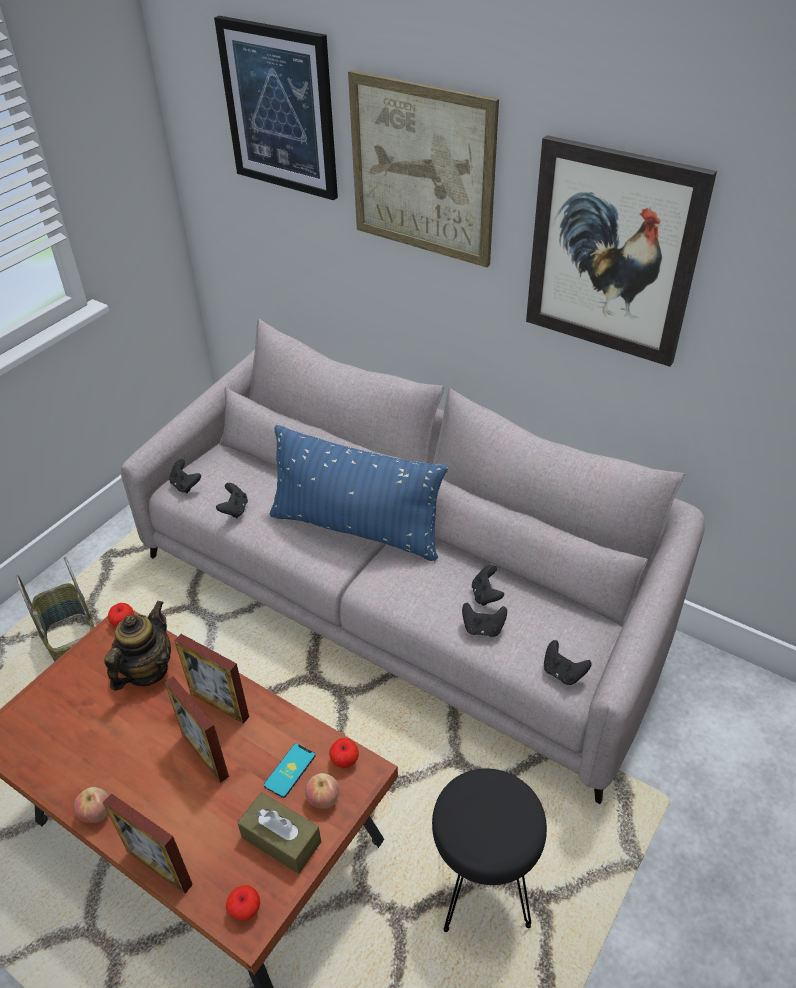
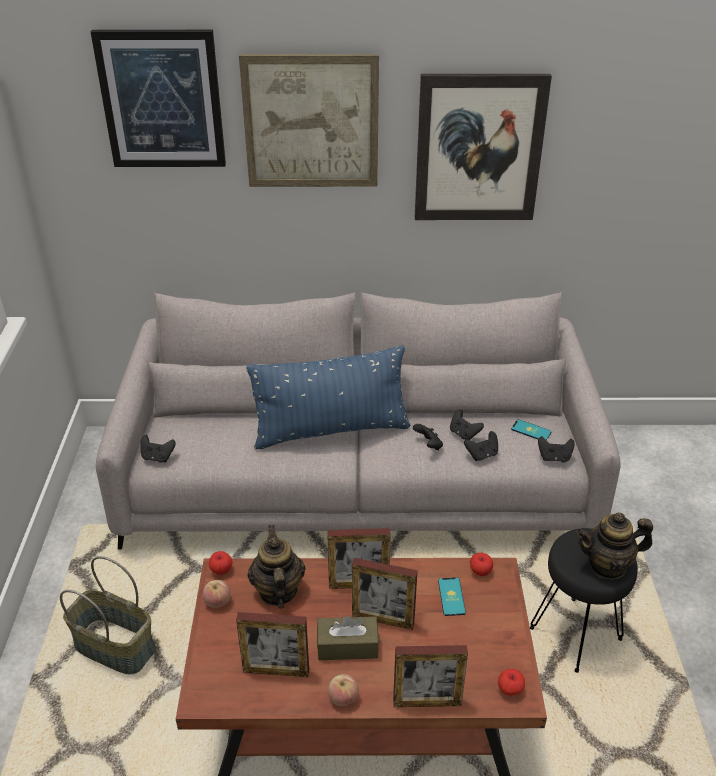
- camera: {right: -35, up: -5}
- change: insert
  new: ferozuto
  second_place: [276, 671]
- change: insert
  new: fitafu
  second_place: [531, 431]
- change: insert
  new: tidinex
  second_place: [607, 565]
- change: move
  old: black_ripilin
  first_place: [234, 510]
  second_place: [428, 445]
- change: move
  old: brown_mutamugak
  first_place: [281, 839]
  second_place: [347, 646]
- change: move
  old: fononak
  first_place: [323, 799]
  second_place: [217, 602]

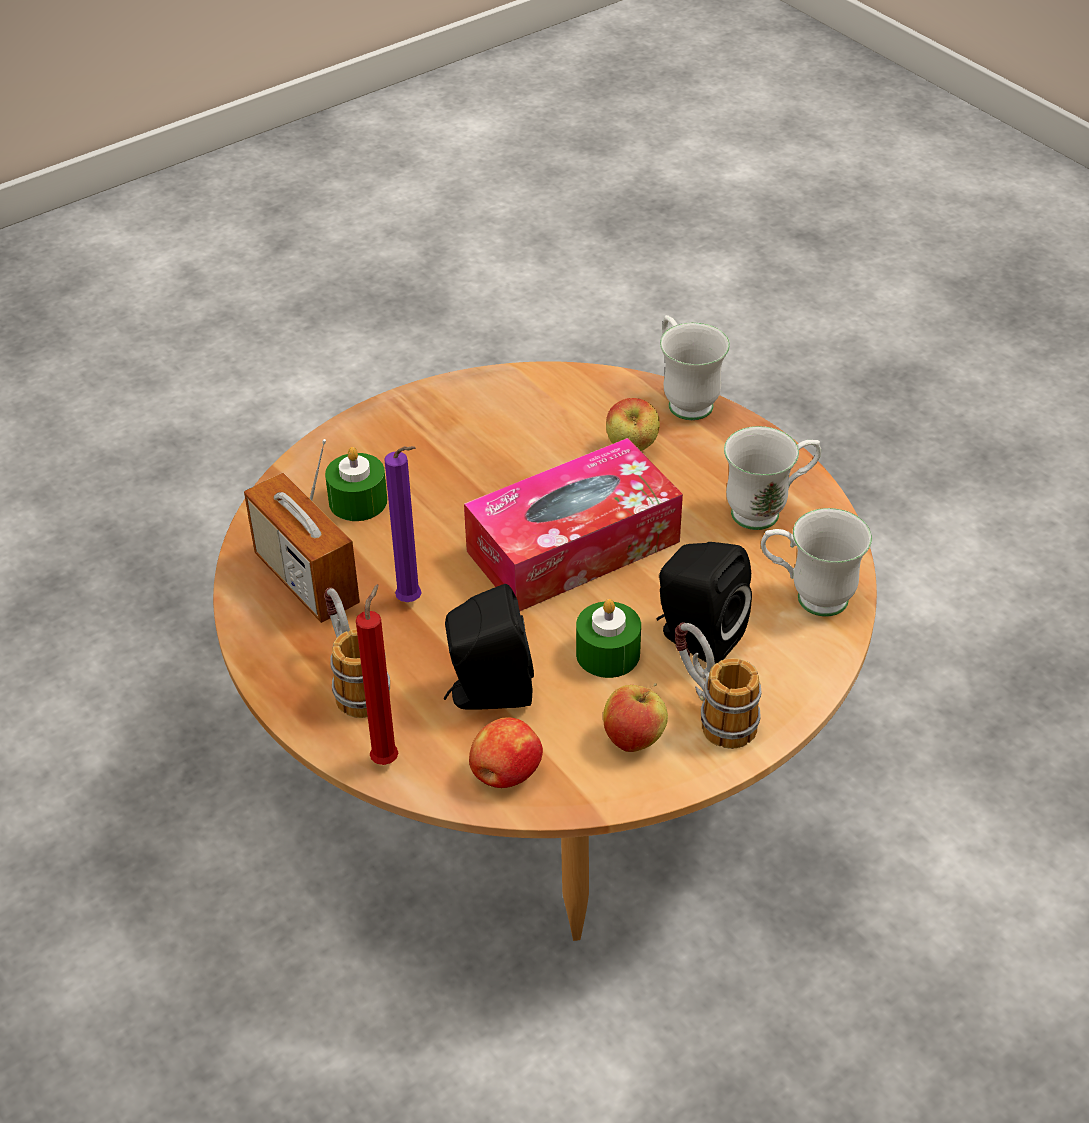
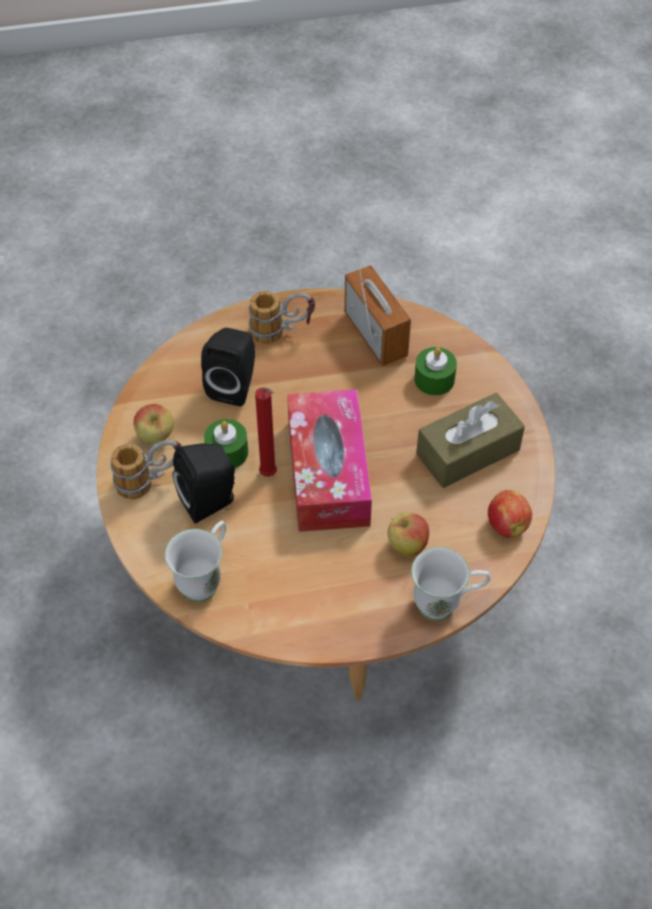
- camera: {right: 115, up: 10}
- change: delete
  old: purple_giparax
  first_place: [412, 602]
- change: delete
  old: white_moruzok
  first_place: [767, 511]
- change: insert
  new: brown_mutamugak
  second_place: [468, 452]
- change: move
  old: red_giparax
  first_place: [387, 758]
  second_place: [270, 475]
- change: move
  old: fononak
  first_place: [505, 774]
  second_place: [506, 524]
- change: rotate
  old: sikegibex
  first_place: [306, 580]
  second_place: [375, 335]
  degrees: 75

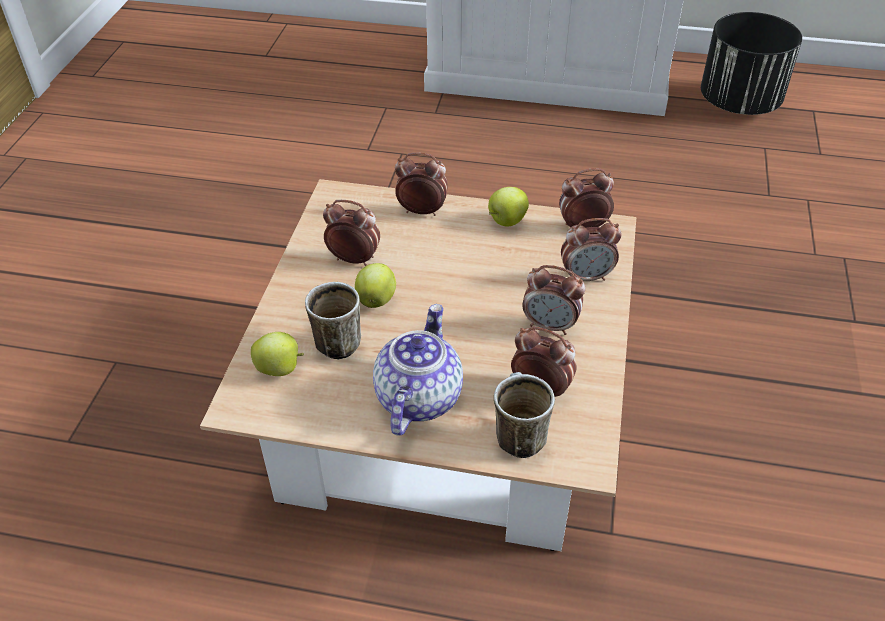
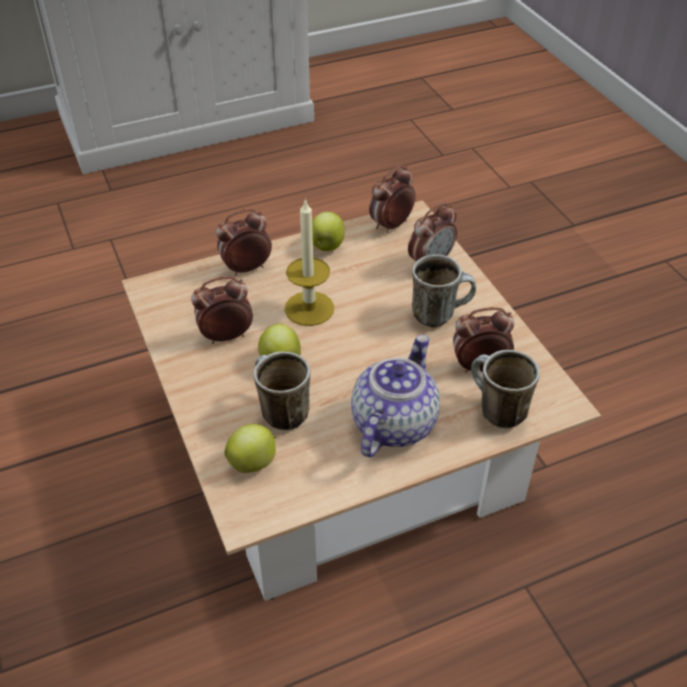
- camera: {right: -35, up: 0}
- change: delete
  old: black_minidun
  first_place: [739, 103]
- change: insert
  new: giparax
  second_place: [309, 308]
- change: replace
  old: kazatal
  new: moruzok
  first_place: [550, 325]
  second_place: [439, 314]
- change: rotate
  old: tidinex
  first_place: [417, 397]
  second_place: [393, 423]
  degrees: 45

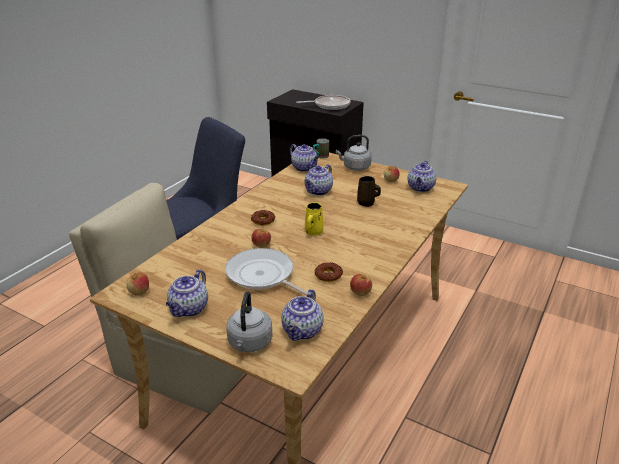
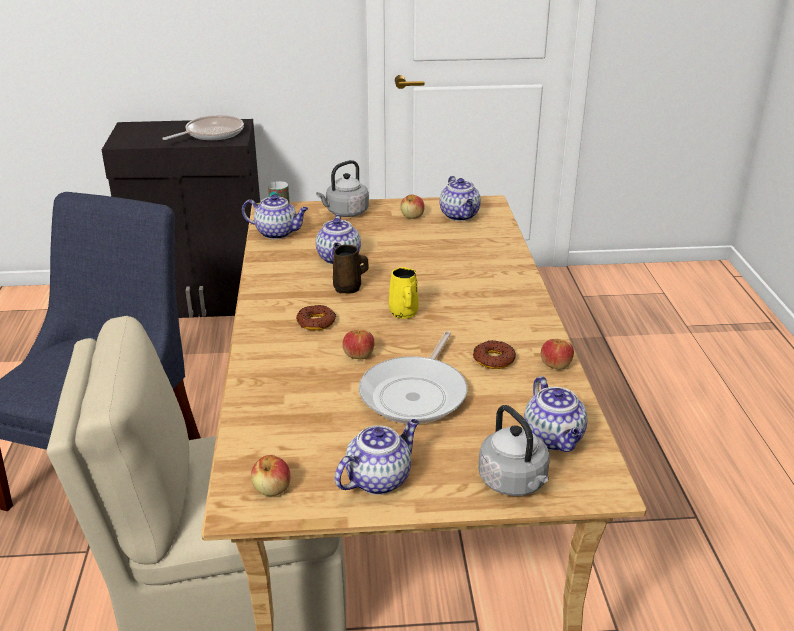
- camera: {right: -35, up: 0}
- change: move
  old: brown_moruzok
  first_place: [367, 203]
  second_place: [349, 288]
- change: rotate
  old: tidinex
  first_place: [189, 309]
  second_place: [379, 479]
  degrees: -120
- change: rotate
  old: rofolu
  first_place: [263, 276]
  second_place: [416, 394]
  degrees: -75

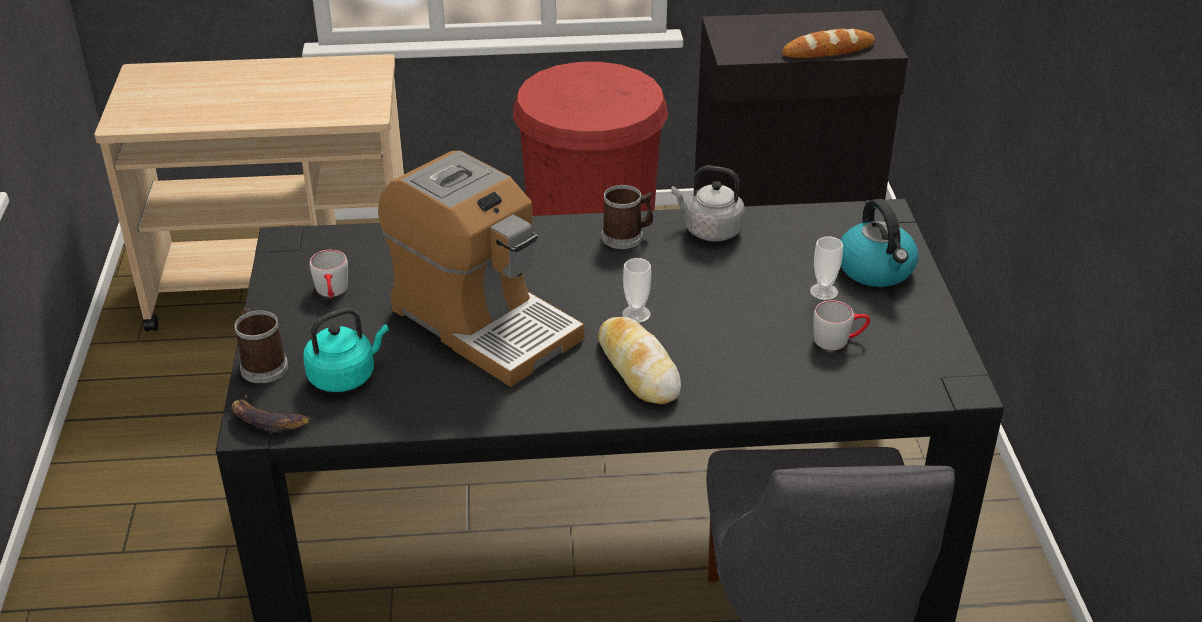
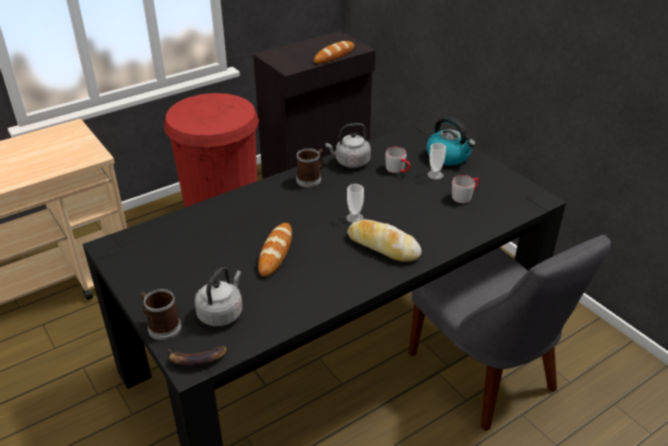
- camera: {right: -30, up: 0}
- change: move
  old: grey_moruzok
  first_place: [332, 292]
  second_place: [398, 170]
- change: replace
  old: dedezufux
  new: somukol
  first_place: [483, 323]
  second_place: [275, 252]
- change: recolor
  old: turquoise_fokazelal
  new: grey_fokazelal
  first_place: [345, 376]
  second_place: [222, 313]

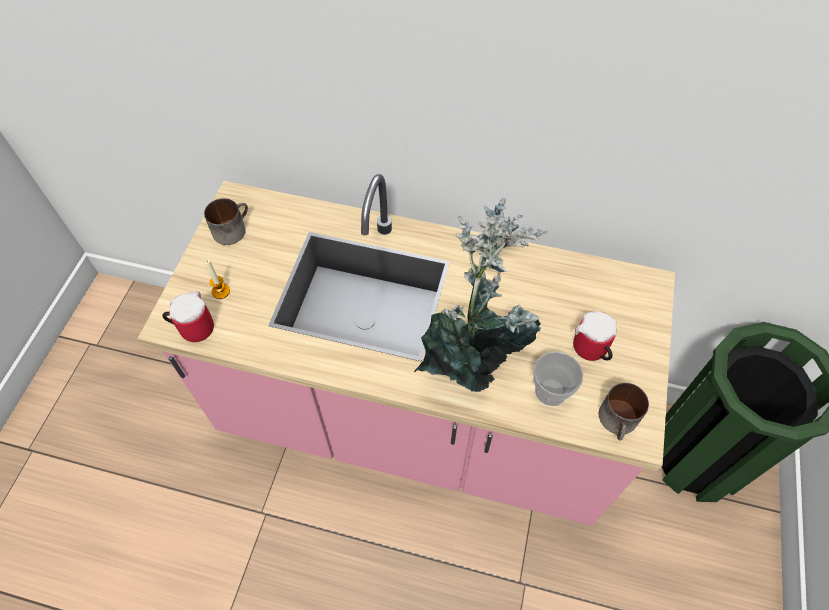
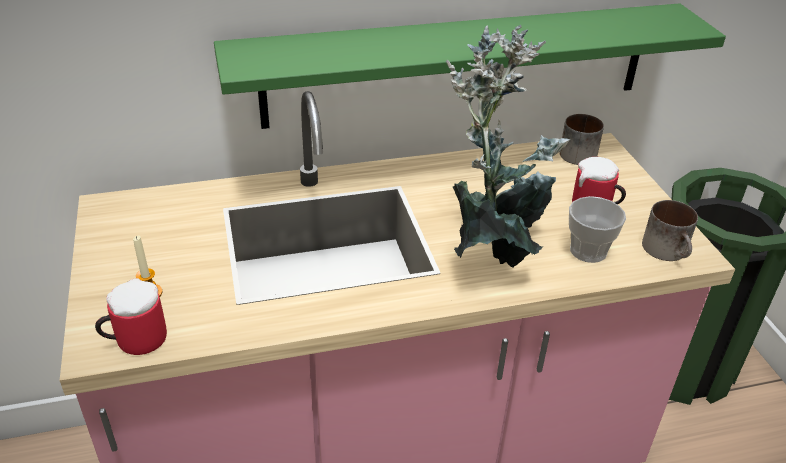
- camera: {right: -30, up: -20}
- change: insert
  new: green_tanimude
  second_place: [458, 65]
- change: move
  old: moruzok
  first_place: [232, 228]
  second_place: [576, 152]

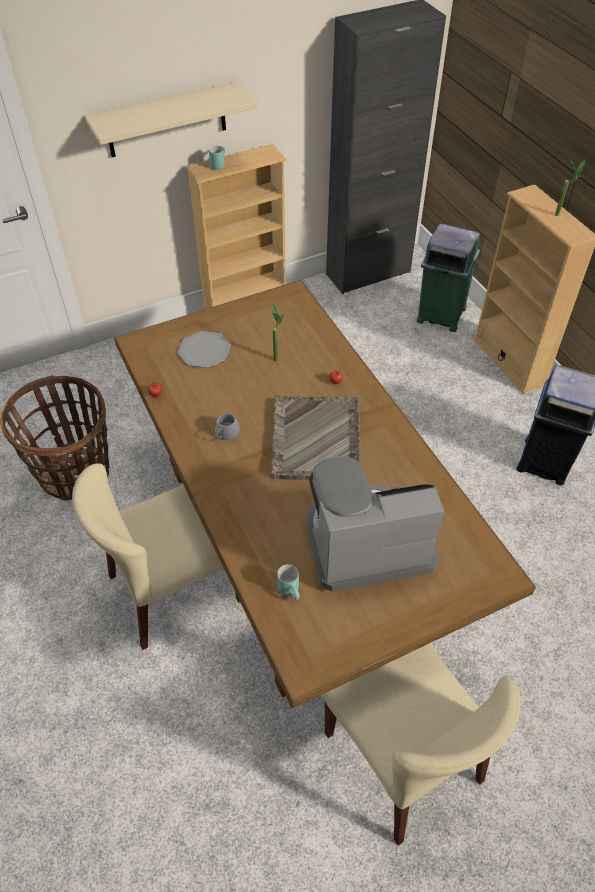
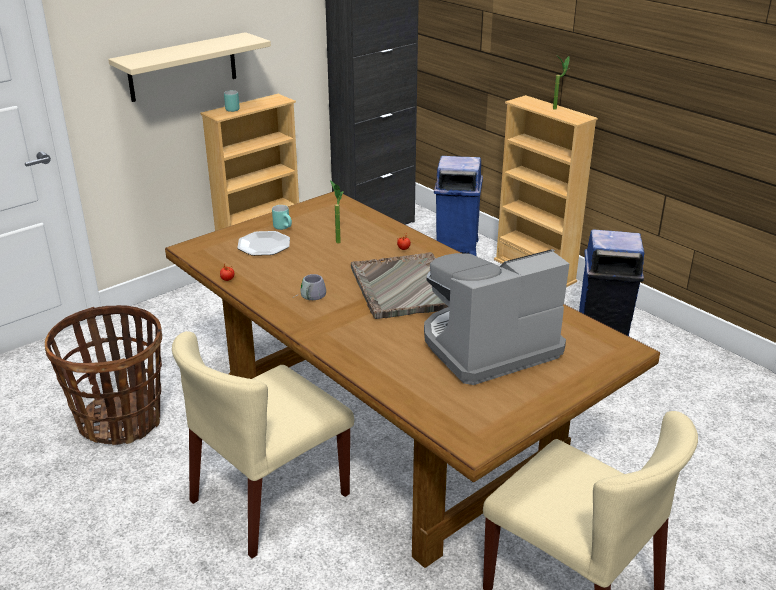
- camera: {right: -15, up: -20}
- change: move
  old: turquoise_moruzok
  first_place: [291, 590]
  second_place: [284, 228]
- change: recolor
  old: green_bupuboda
  new: blue_bupuboda
  first_place: [440, 314]
  second_place: [456, 247]

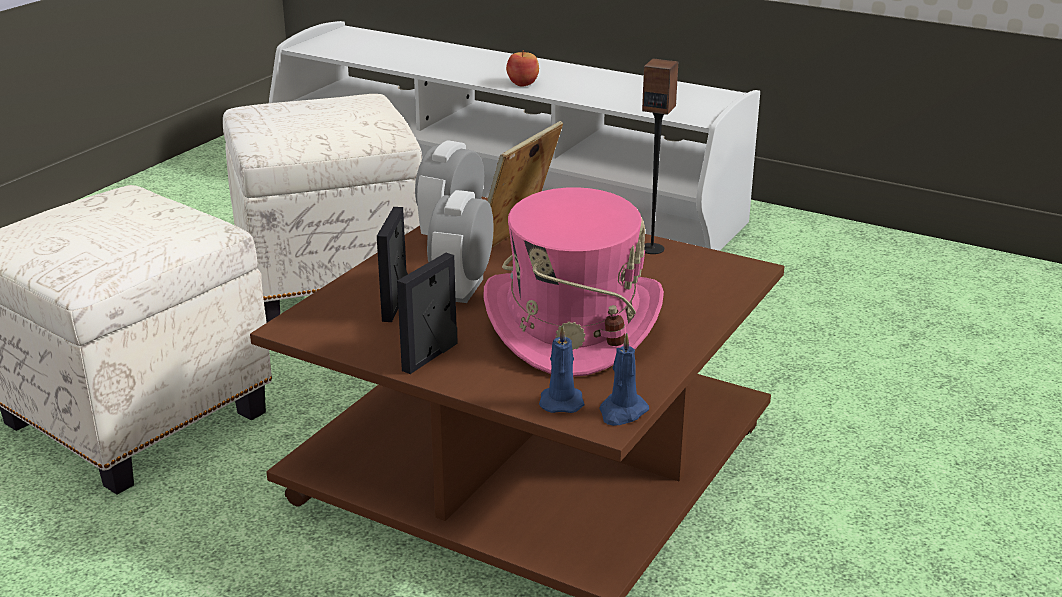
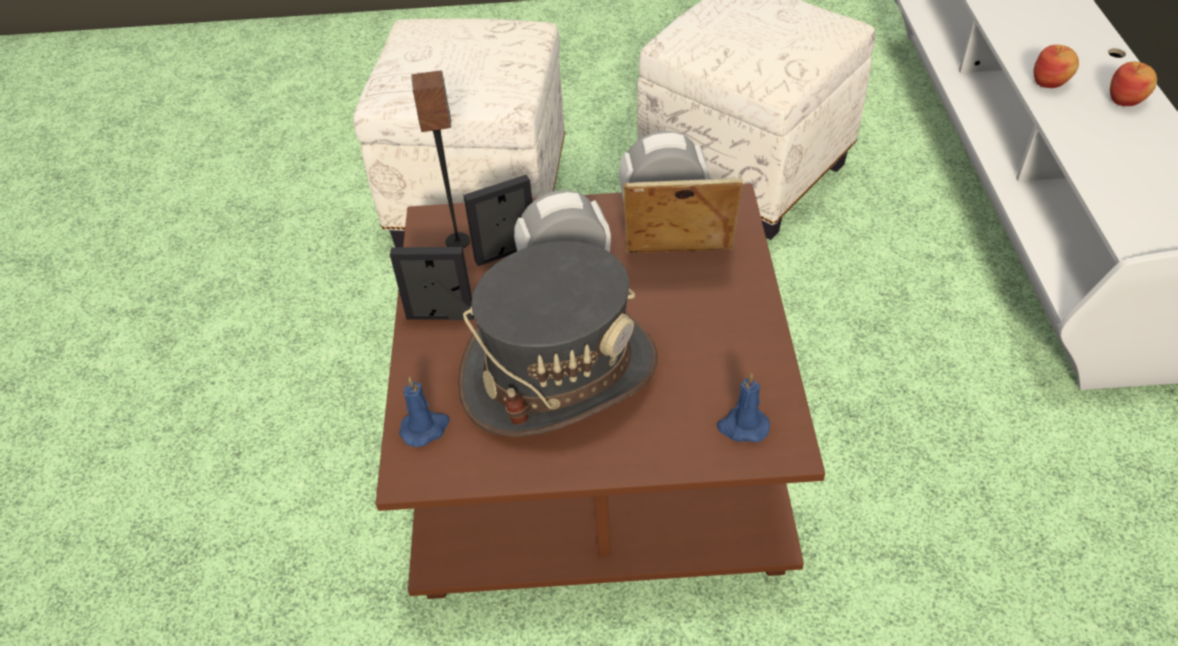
- camera: {right: 60, up: 20}
- change: insert
  new: fononak
  second_place: [1126, 100]
- change: move
  old: blue_giparax
  first_place: [622, 412]
  second_place: [742, 427]
- change: move
  old: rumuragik
  first_place: [652, 248]
  second_place: [458, 241]
- change: recolor
  old: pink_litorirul
  new: grey_litorirul
  first_place: [571, 325]
  second_place: [559, 372]

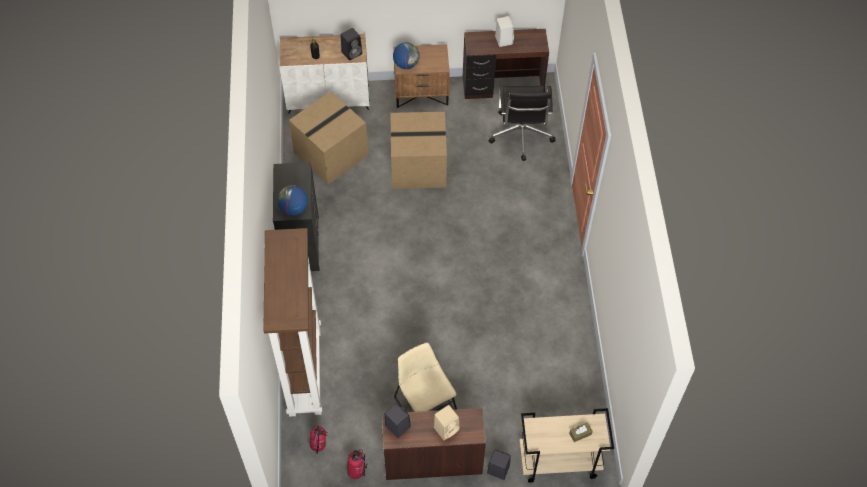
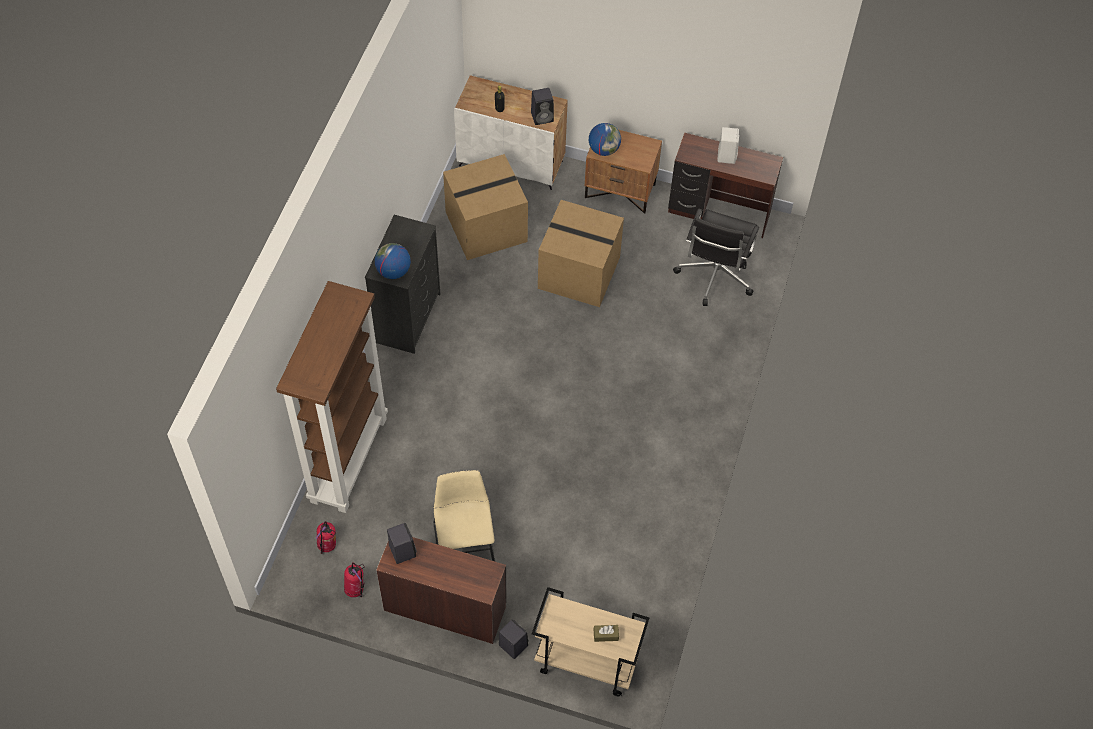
- camera: {right: 20, up: 0}
- change: delete
  old: beige_rumuragik
  first_place: [447, 428]

